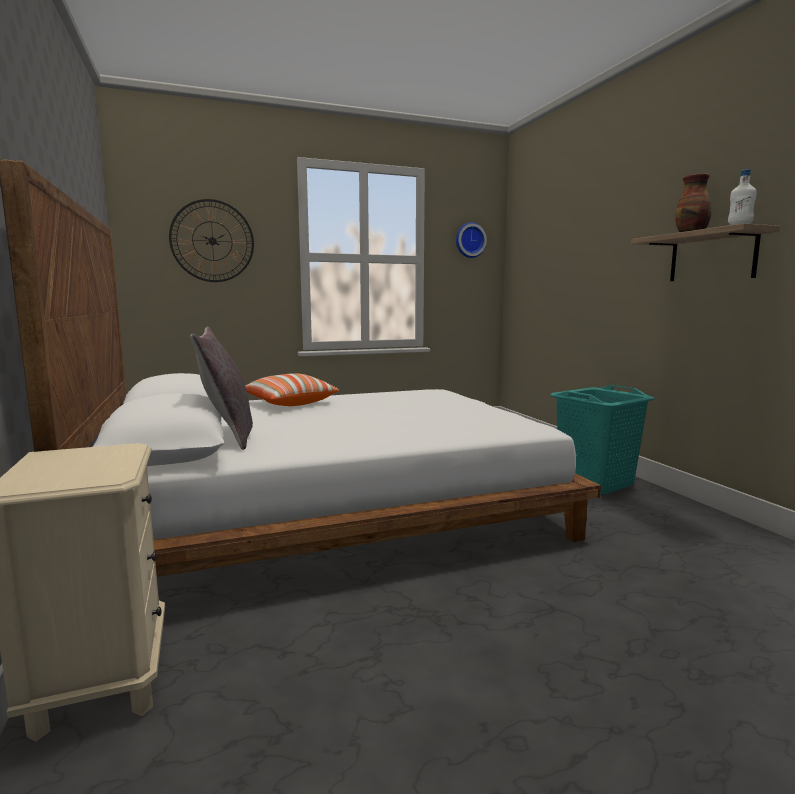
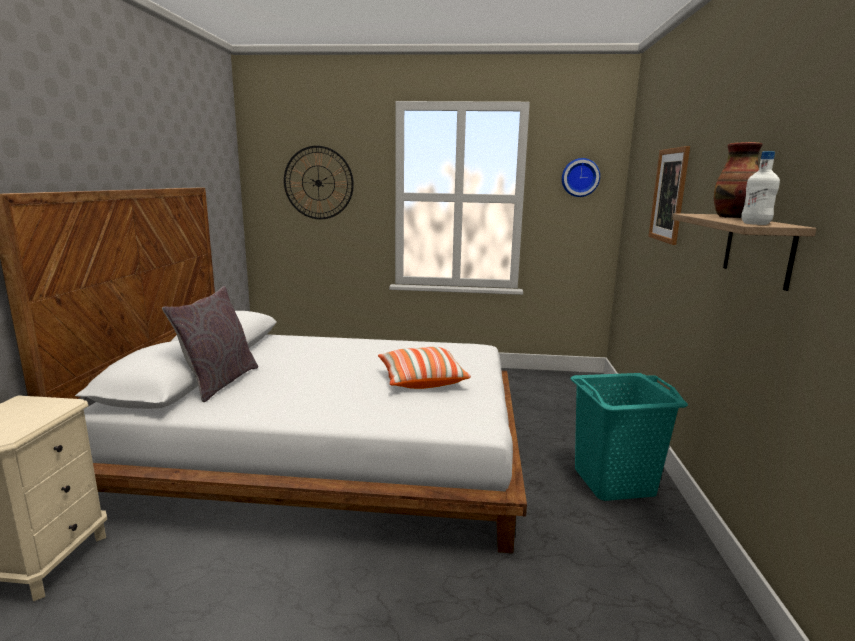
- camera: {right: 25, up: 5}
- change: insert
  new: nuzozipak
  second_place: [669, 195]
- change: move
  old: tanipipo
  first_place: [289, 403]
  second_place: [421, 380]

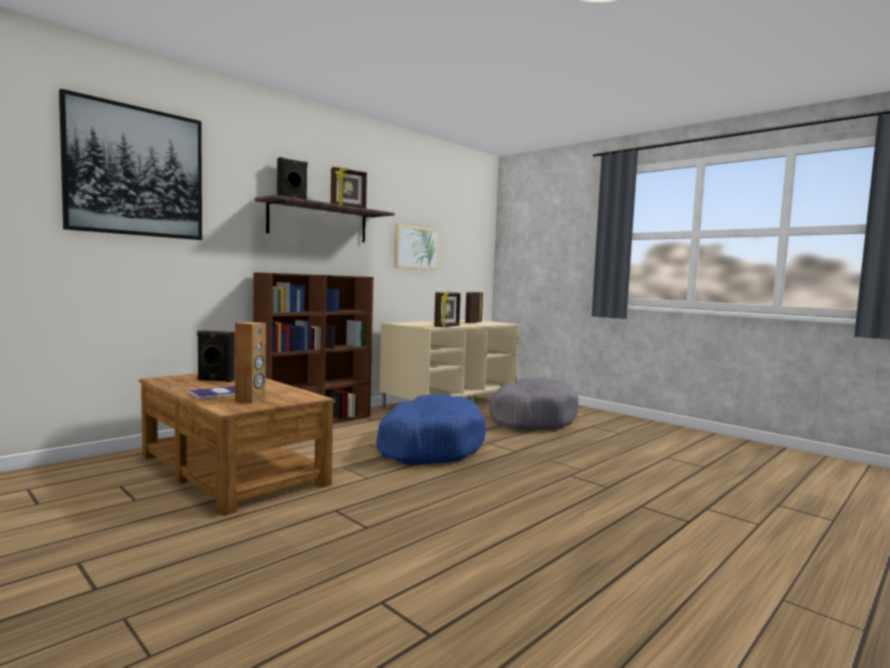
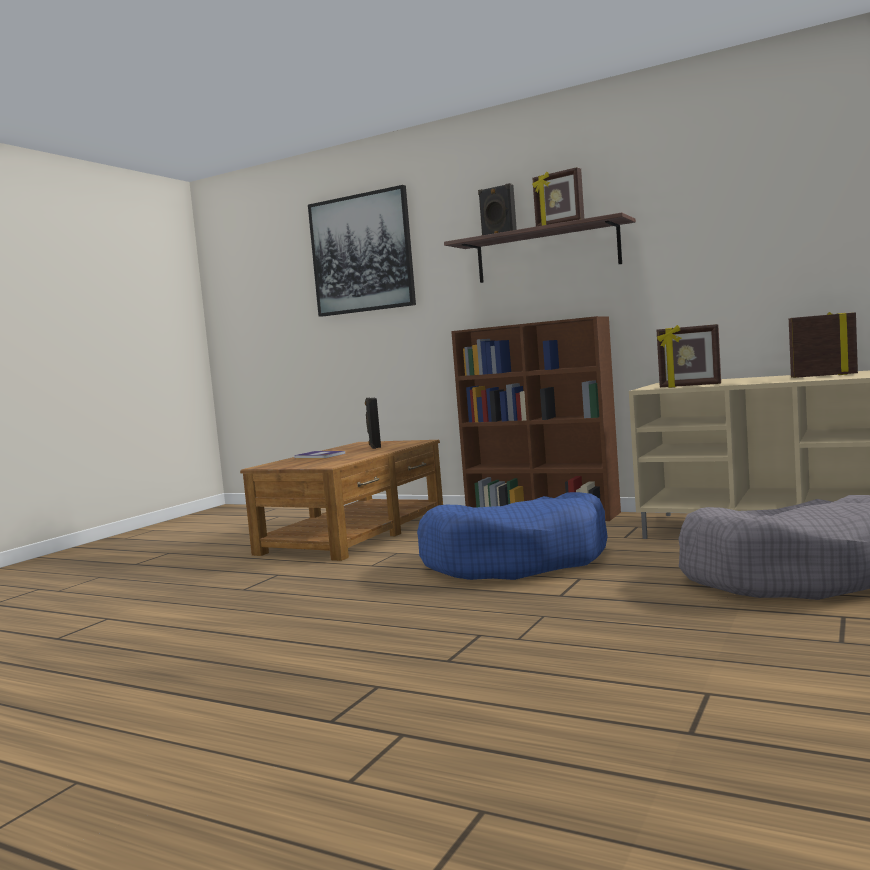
- camera: {right: 75, up: 0}
- change: delete
  old: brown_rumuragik
  first_place: [250, 399]
- change: delete
  old: nuzozipak
  first_place: [416, 248]

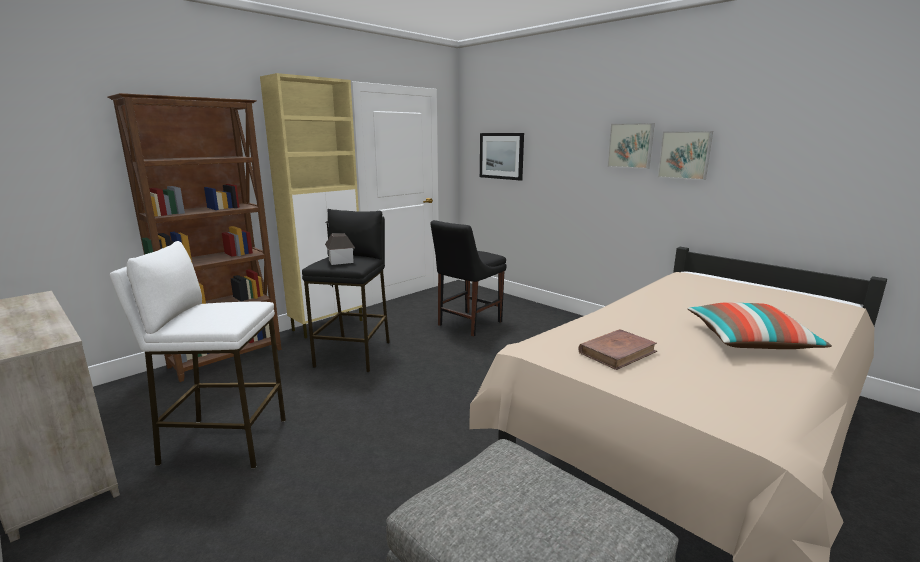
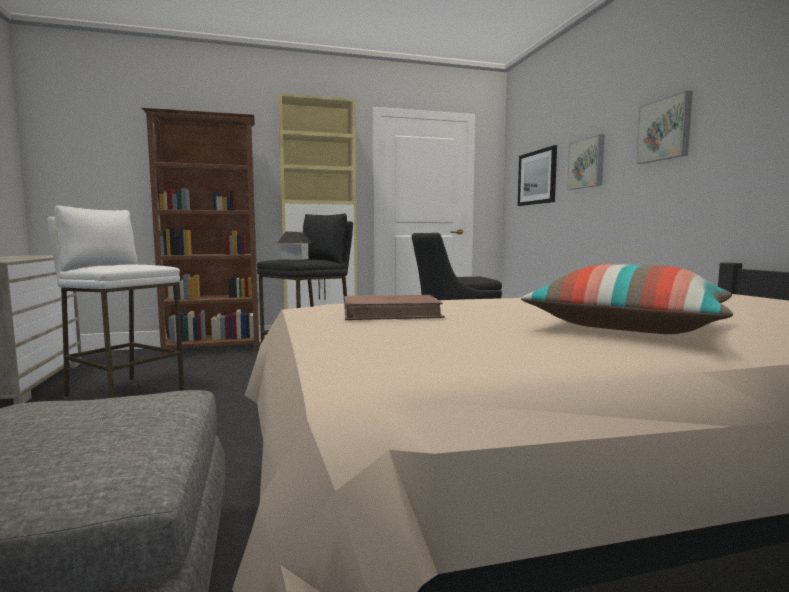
- camera: {right: 30, up: -10}
- change: move
  old: nuzozipak
  first_place: [685, 155]
  second_place: [587, 163]

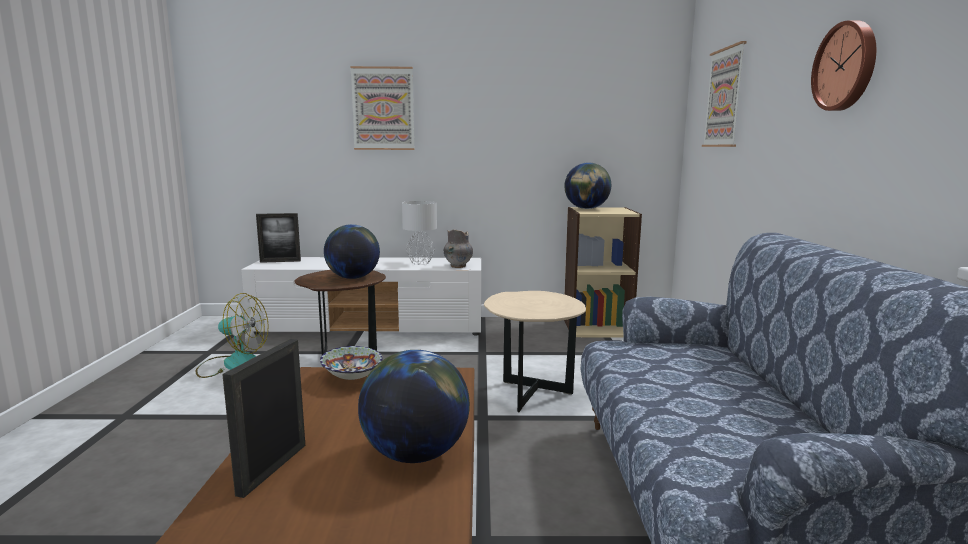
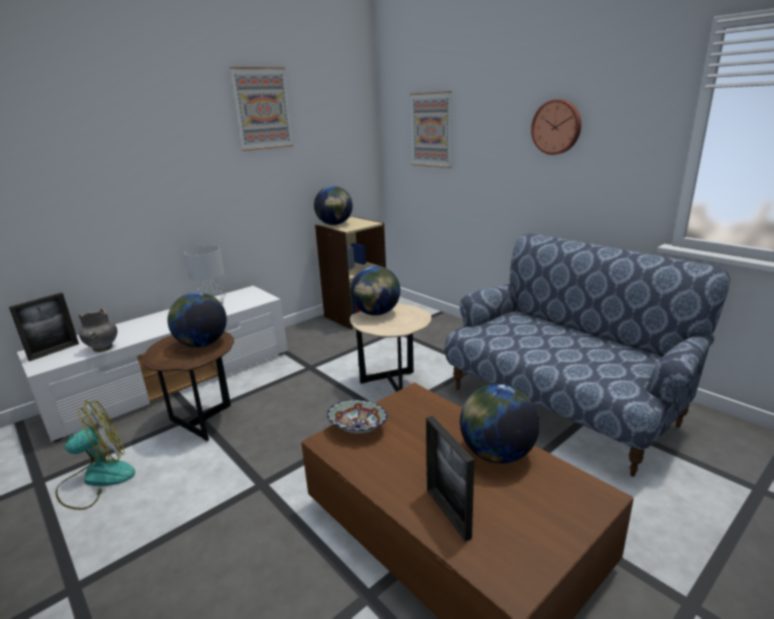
- camera: {right: -40, up: 10}
- change: insert
  new: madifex
  second_place: [376, 313]
- change: move
  old: nuzozipak
  first_place: [383, 109]
  second_place: [262, 109]
- change: move
  old: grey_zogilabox
  first_place: [458, 266]
  second_place: [103, 348]

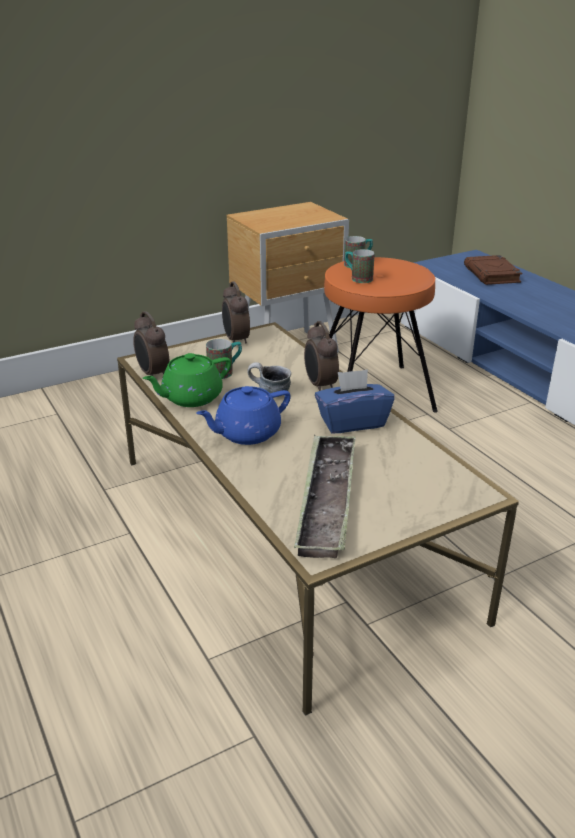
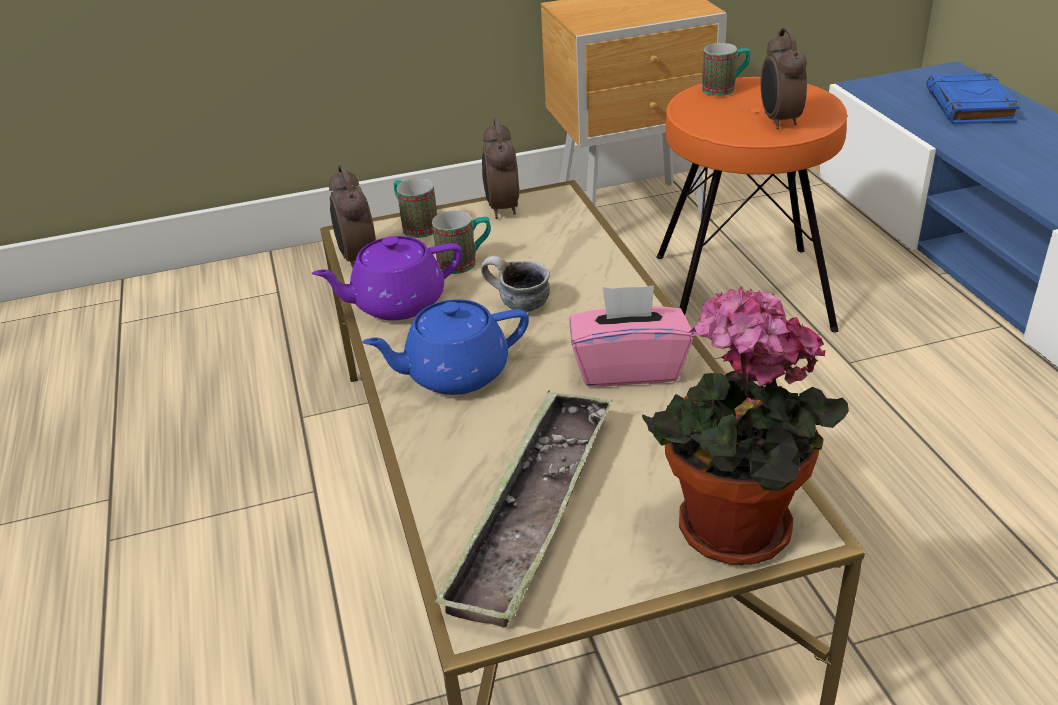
- camera: {right: 15, up: 5}
- change: insert
  new: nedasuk
  second_place: [730, 535]
- change: move
  old: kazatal
  first_place: [319, 386]
  second_place: [778, 121]
- change: move
  old: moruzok
  first_place: [358, 278]
  second_place: [415, 226]
- change: recolor
  old: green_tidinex
  new: purple_tidinex
  first_place: [190, 398]
  second_place: [396, 303]
- change: recolor
  old: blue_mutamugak
  new: pink_mutamugak
  first_place: [352, 422]
  second_place: [628, 368]
- change: recolor
  old: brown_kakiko
  new: blue_kakiko
  first_place: [492, 274]
  second_place: [970, 107]

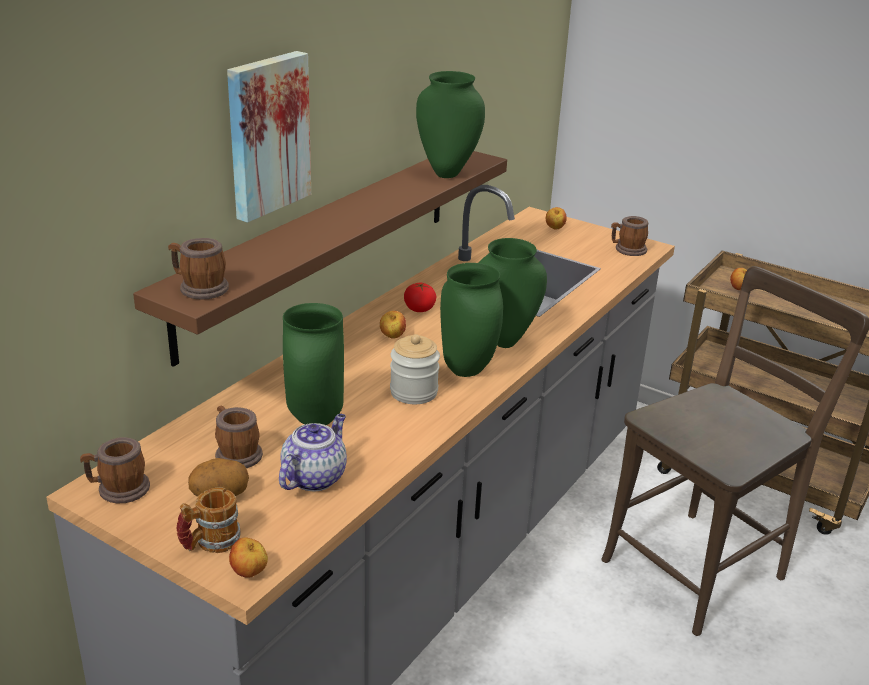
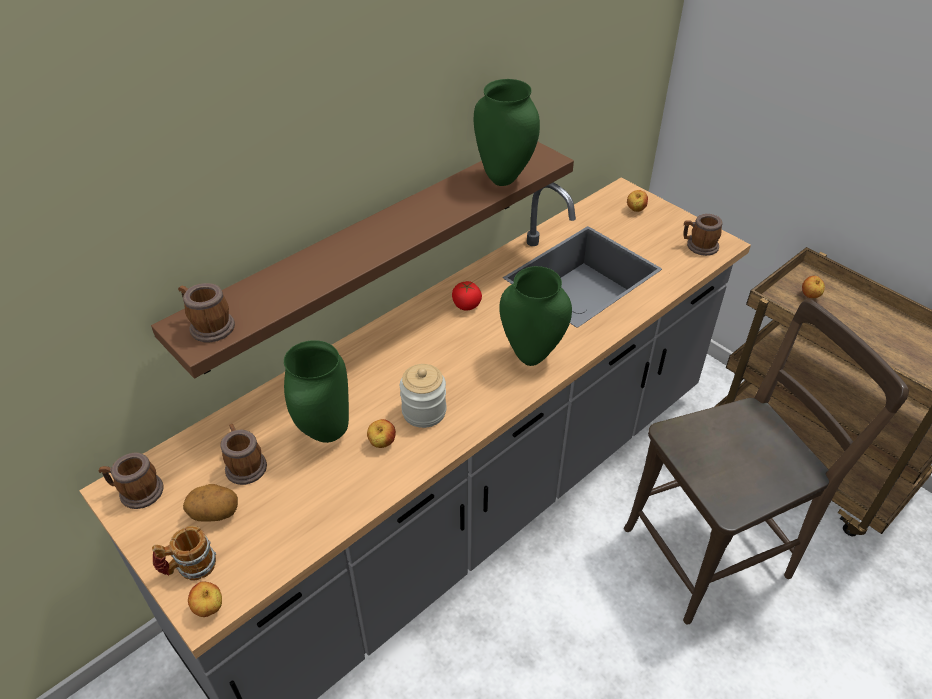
- camera: {right: 15, up: 15}
- change: delete
  old: nuzozipak
  first_place: [266, 134]
- change: delete
  old: tidinex
  first_place: [314, 477]
- change: delete
  old: green_zogilabox
  first_place: [465, 370]
- change: move
  old: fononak
  first_place: [392, 337]
  second_place: [382, 443]

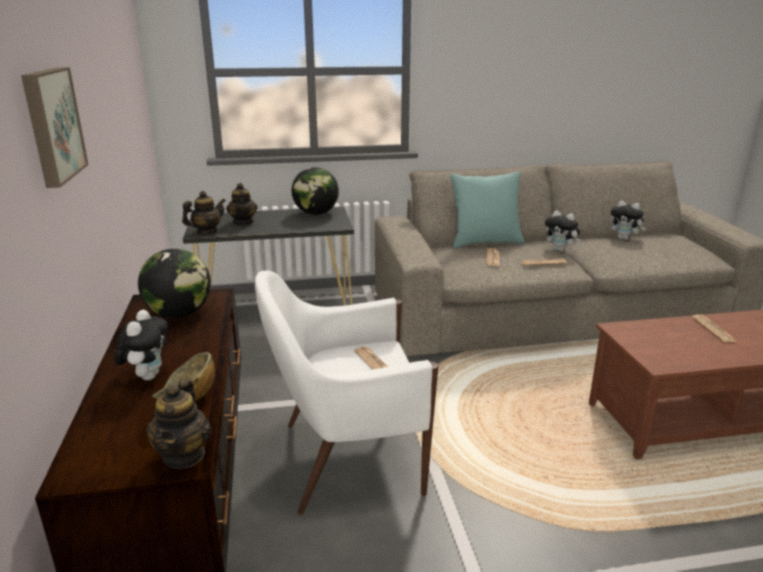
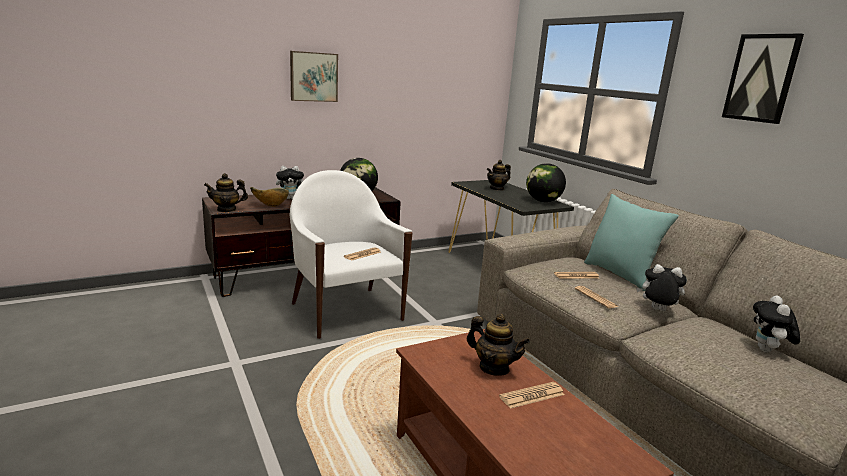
- camera: {right: 70, up: -5}
- change: insert
  new: nuzozipak
  second_place: [761, 78]
- change: move
  old: tidinex
  first_place: [206, 232]
  second_place: [494, 368]
- change: rotate
  old: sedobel
  first_place: [560, 250]
  second_place: [657, 310]
  degrees: 90

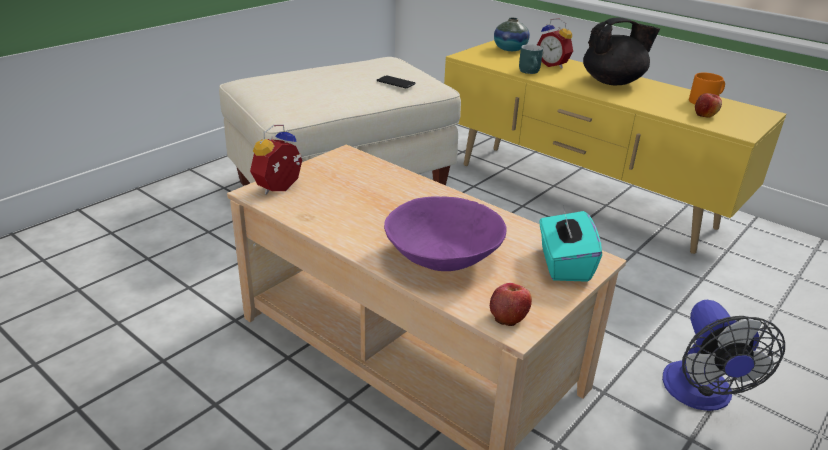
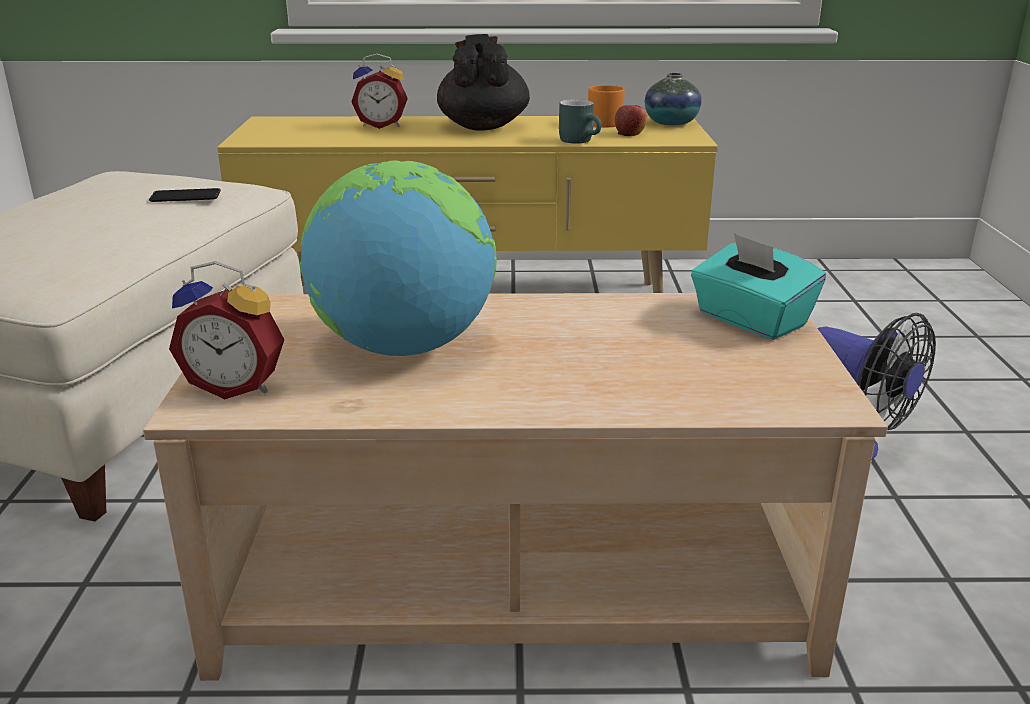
- camera: {right: -40, up: -5}
- change: delete
  old: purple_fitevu
  first_place: [442, 258]
- change: delete
  old: fononak
  first_place: [508, 316]
- change: insert
  new: madifex
  second_place: [403, 347]
- change: move
  old: zogilabox
  first_place: [510, 49]
  second_place: [671, 123]
- change: move
  old: turquoise_moruzok
  first_place: [531, 72]
  second_place: [581, 141]
- change: rotate
  old: kazatal
  first_place: [281, 189]
  second_place: [237, 386]
  degrees: -75
- change: rotate
  old: black_tidinex
  first_place: [613, 82]
  second_place: [483, 126]
  degrees: -45

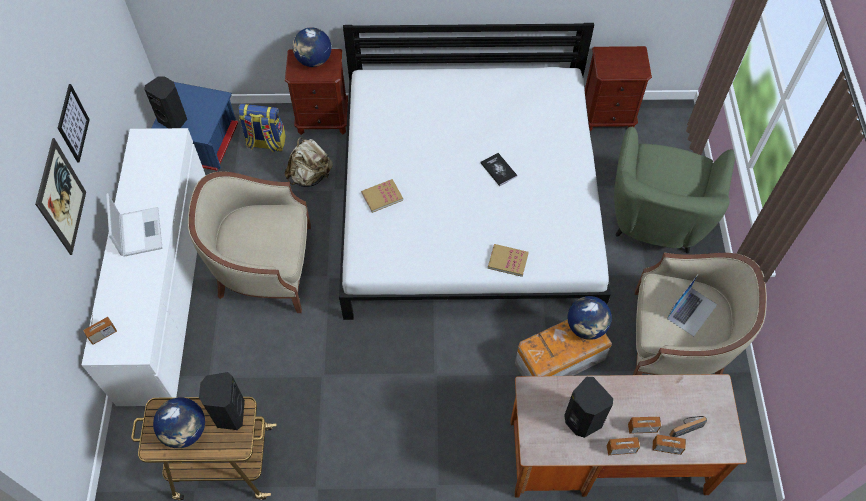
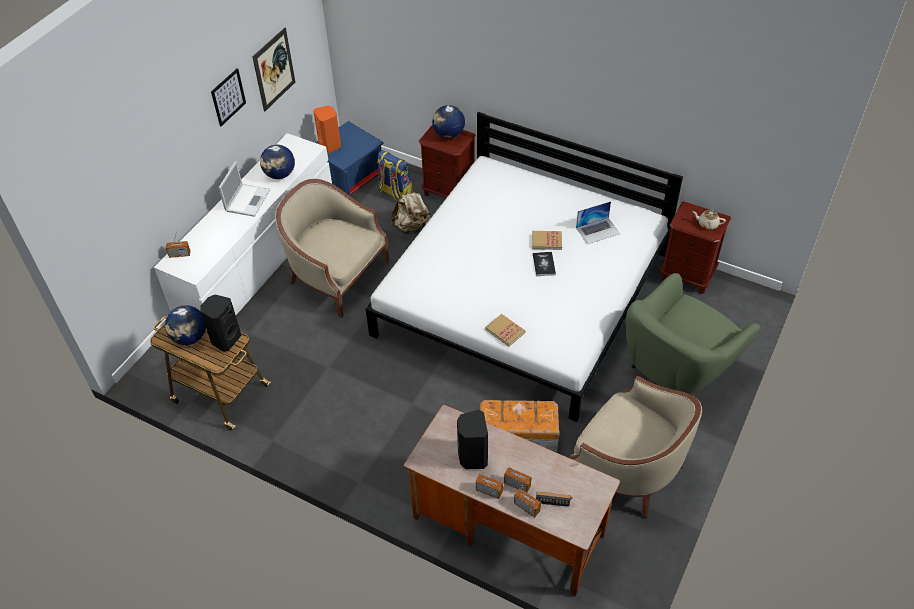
- camera: {right: 30, up: -10}
- change: insert
  new: beige_tidinex
  second_place: [707, 224]
- change: move
  old: nuzozipak
  first_place: [61, 197]
  second_place: [274, 69]
- change: move
  old: kakiko
  first_place: [382, 196]
  second_place: [546, 241]
- change: move
  old: madifex
  first_place: [586, 327]
  second_place: [280, 175]
- change: move
  old: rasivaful
  first_place: [692, 311]
  second_place: [598, 230]
- change: recolor
  old: black_rumuragik
  new: orange_rumuragik
  first_place: [174, 120]
  second_place: [330, 145]

